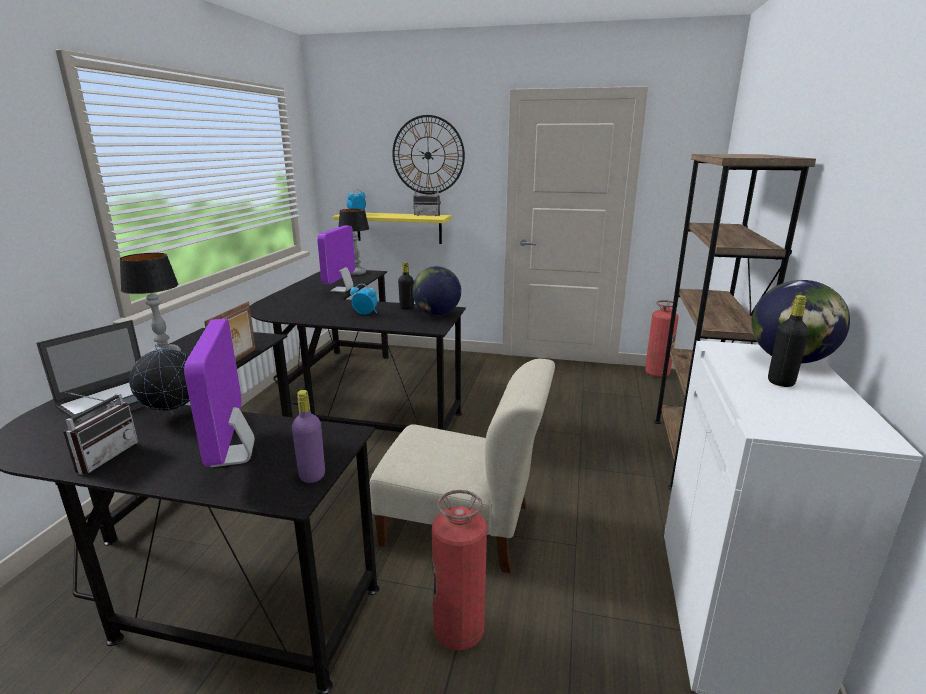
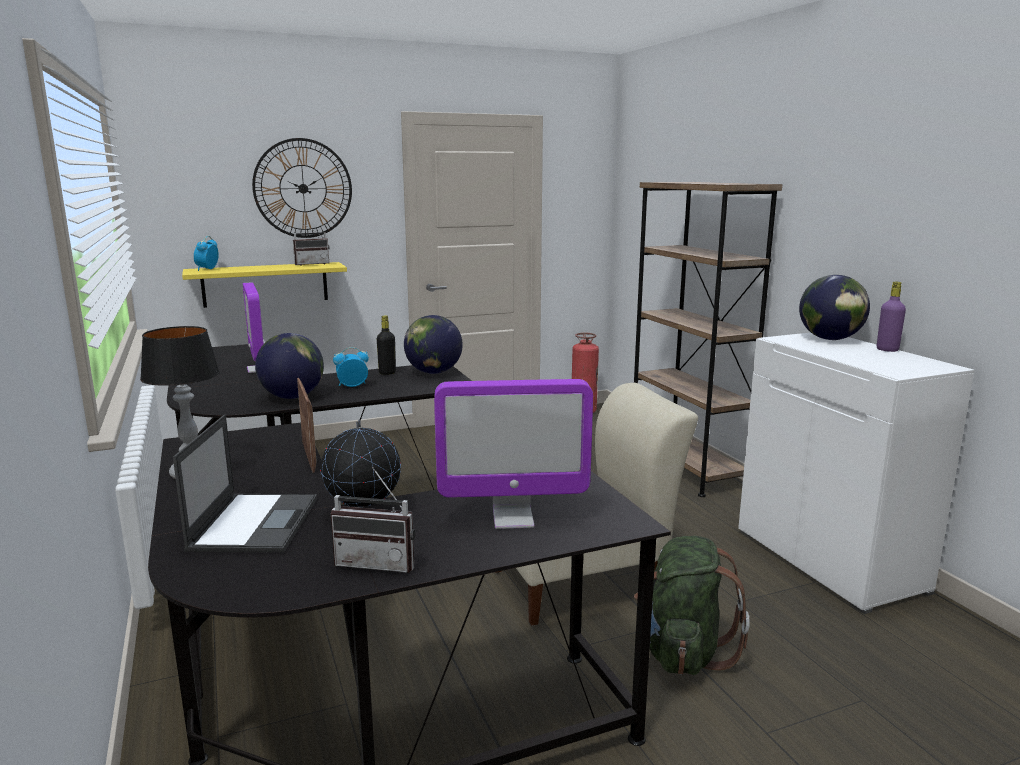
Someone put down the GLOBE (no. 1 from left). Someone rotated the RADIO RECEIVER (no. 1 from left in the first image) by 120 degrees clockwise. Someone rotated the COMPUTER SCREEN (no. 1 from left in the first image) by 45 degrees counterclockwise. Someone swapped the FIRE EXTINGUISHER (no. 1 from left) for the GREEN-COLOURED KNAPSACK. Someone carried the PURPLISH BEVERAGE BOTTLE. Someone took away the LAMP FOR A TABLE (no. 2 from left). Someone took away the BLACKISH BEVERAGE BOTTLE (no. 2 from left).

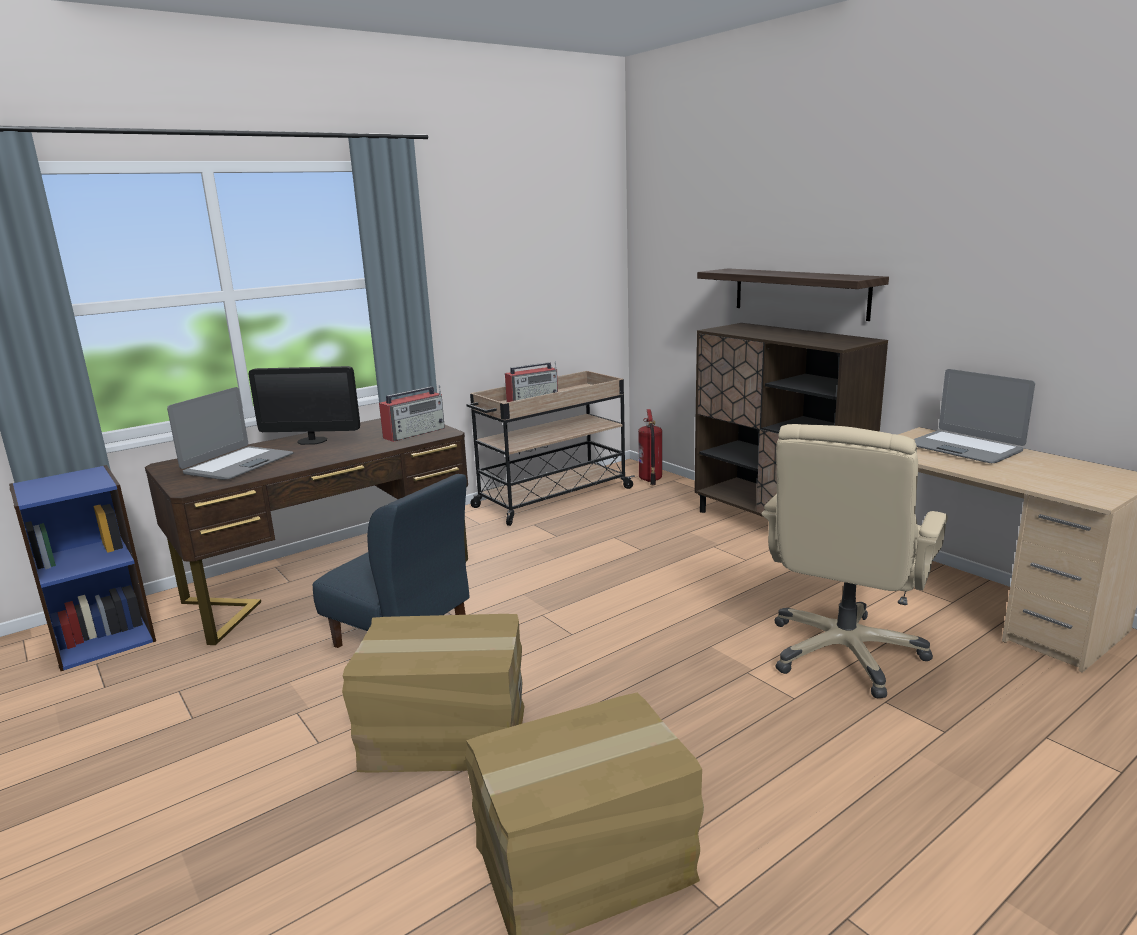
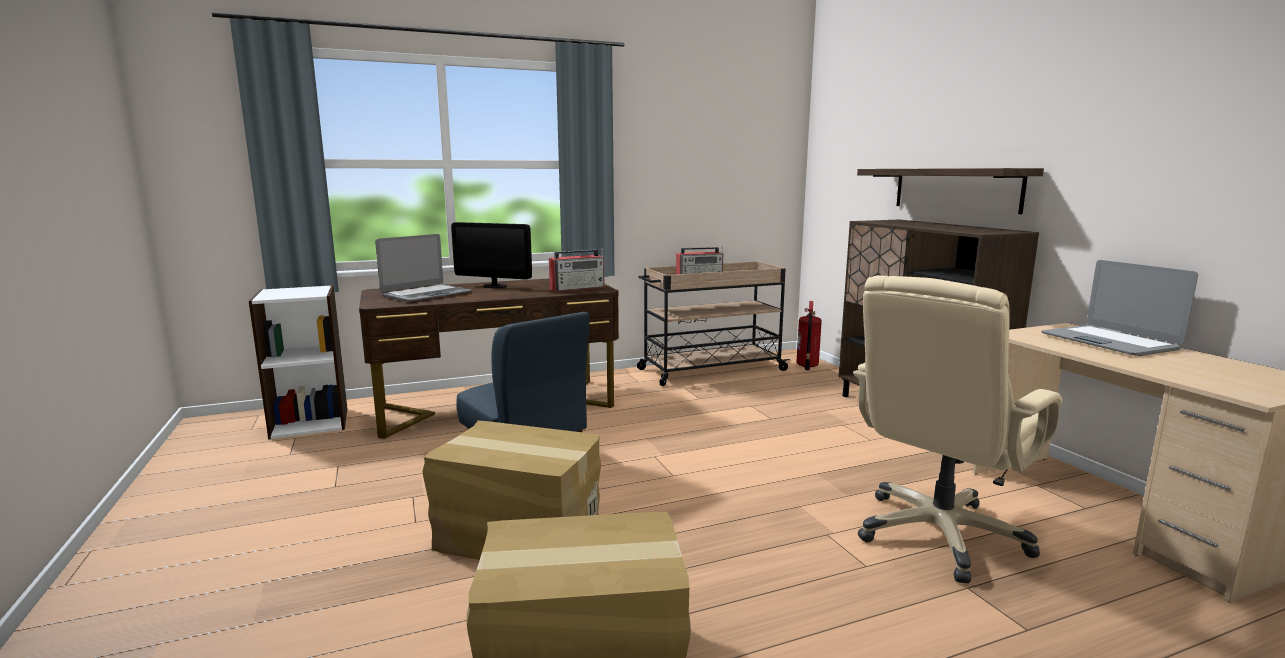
Someone repainted the BLUE SHELVING UNIT, which became the WHITE-COLOURED SHELVING UNIT.

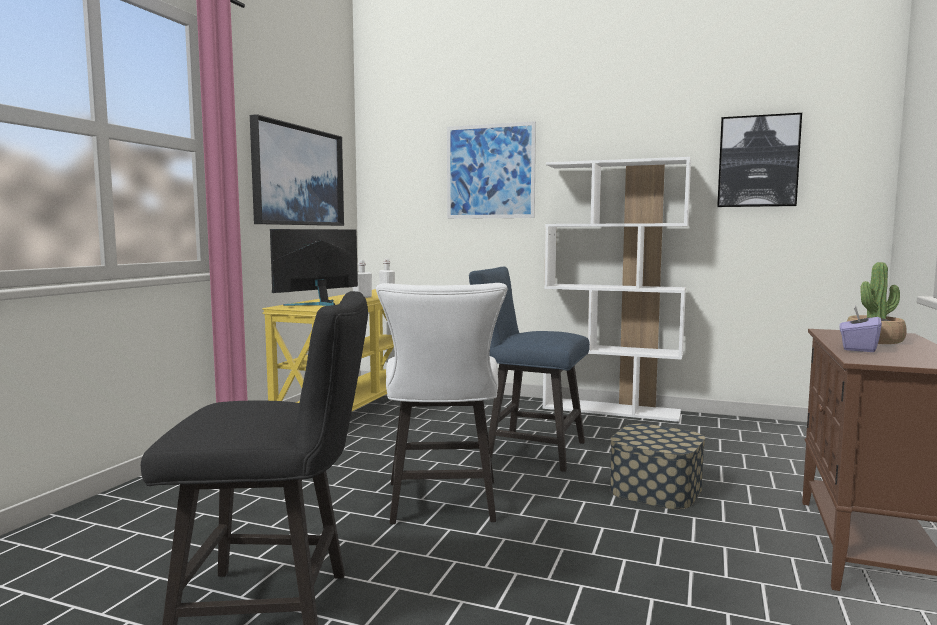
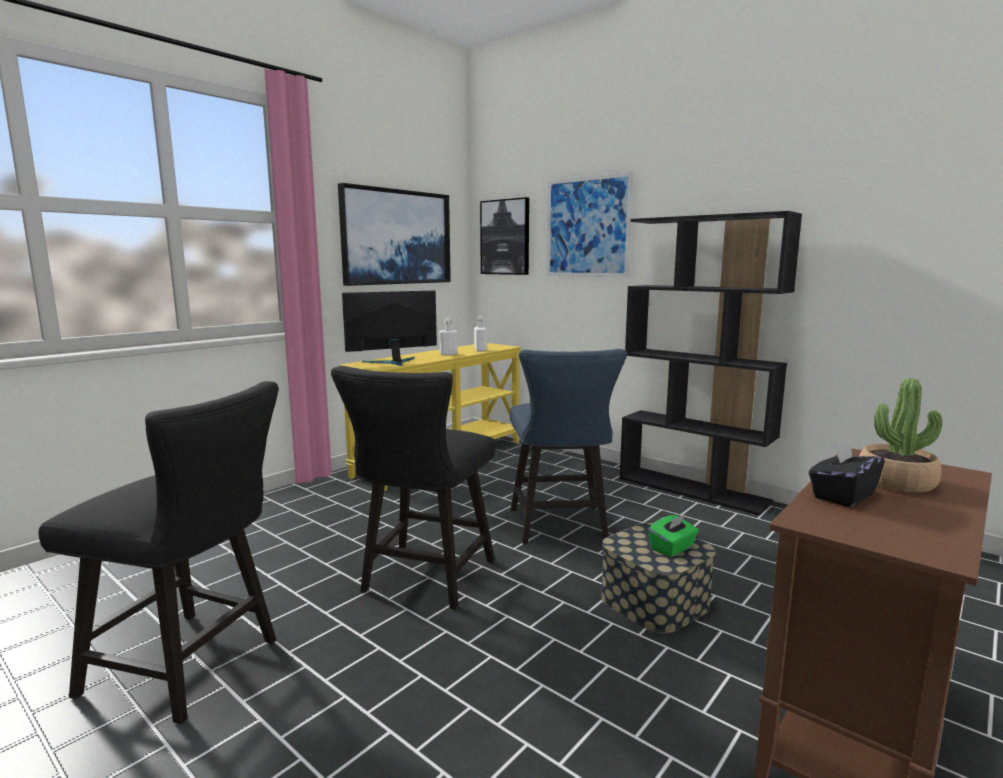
Someone repainted the WHITE-COLOURED CHAIR, which became the BLACKISH CHAIR (no. 2 from left). Someone carried the WALL PICTURE (no. 3 from left in the first image). Someone rotated the BLUE CHAIR by 135 degrees counterclockwise. Someone repainted the WHITE-COLOURED SHELVING UNIT, which became the BLACKISH SHELVING UNIT. Someone put down the GREEN-COLOURED TISSUE HOLDER. Someone repainted the PURPLISH TISSUE HOLDER, which became the BLACKISH TISSUE HOLDER.

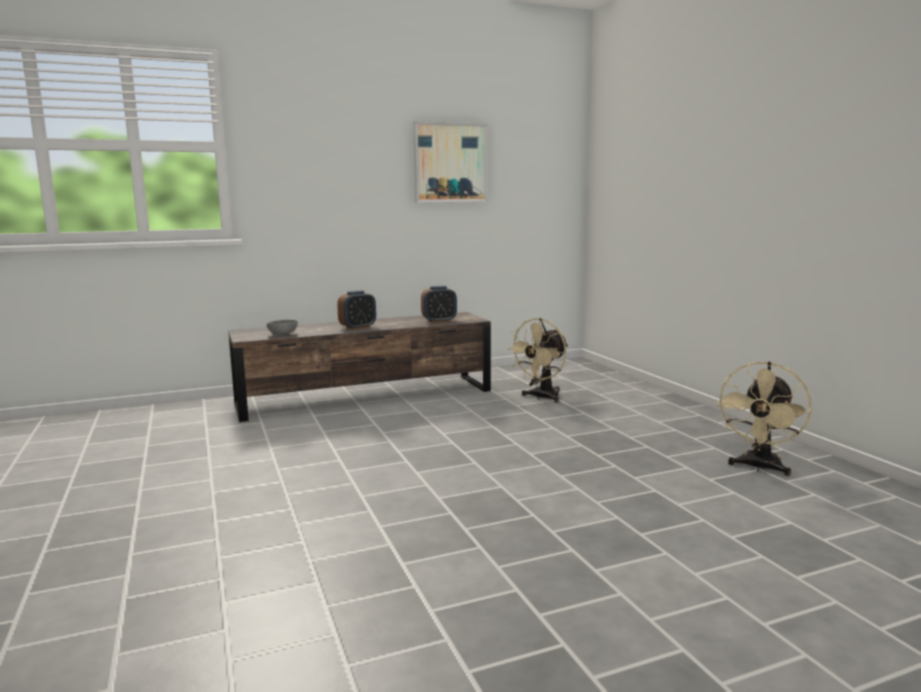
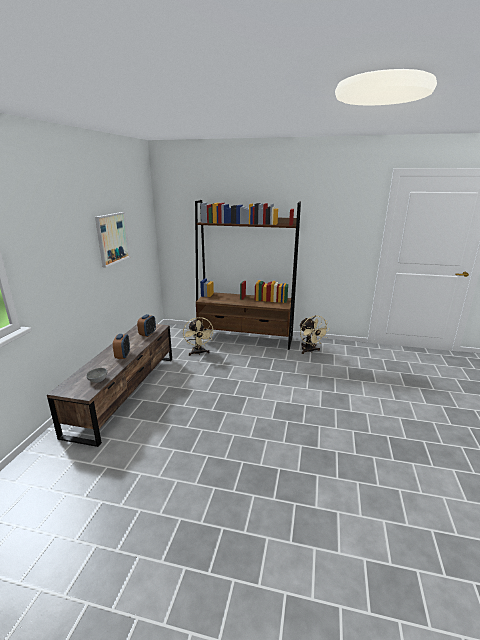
Someone put down the BROWNISH SHELVING UNIT.

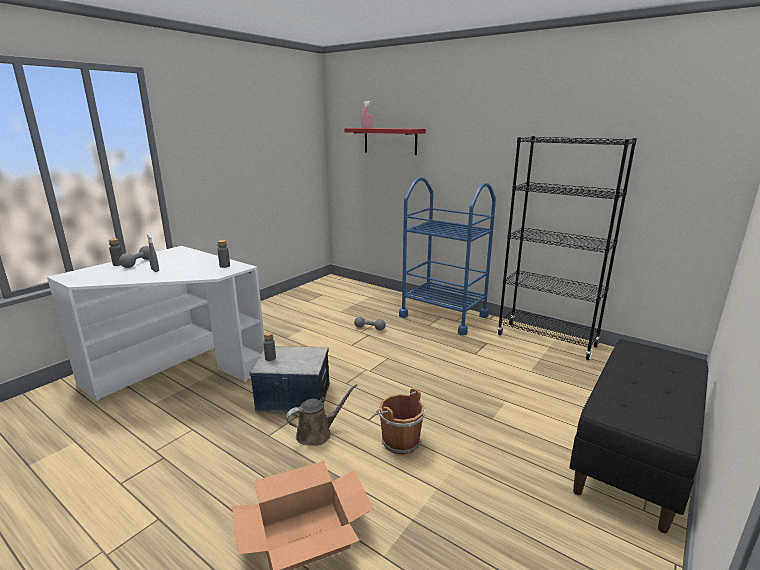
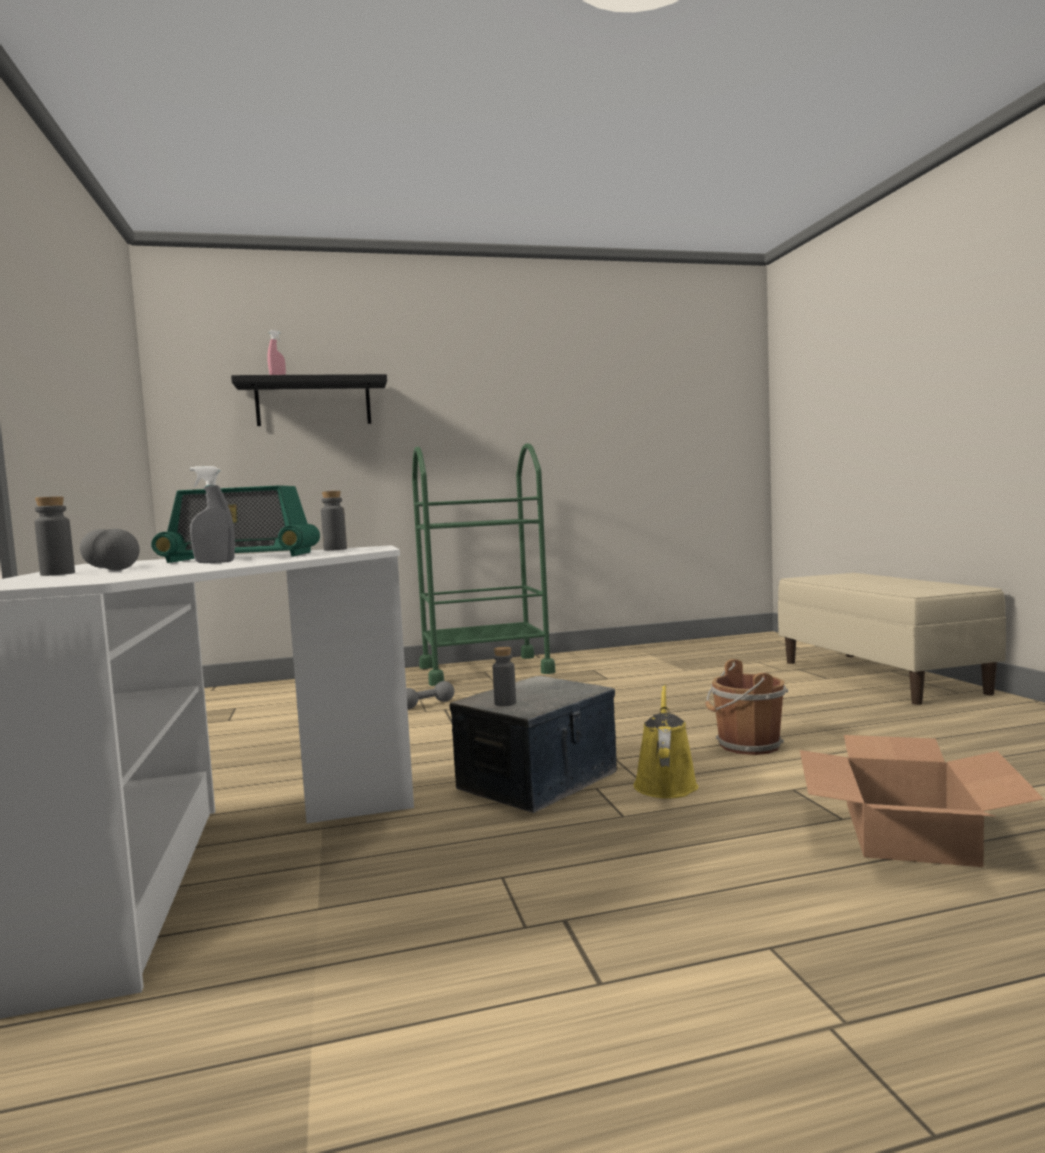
Someone put down the RADIO RECEIVER. Someone repainted the REDDISH BRACKET SHELF, which became the BLACKISH BRACKET SHELF. Someone repainted the BLUE CART, which became the GREEN-COLOURED CART. Someone repainted the BROWNISH WATERING POT, which became the YELLOWISH WATERING POT. Someone repainted the BLACKISH INDOOR BENCH, which became the BEIGE INDOOR BENCH. Someone took away the BLACKISH SHELVING UNIT.

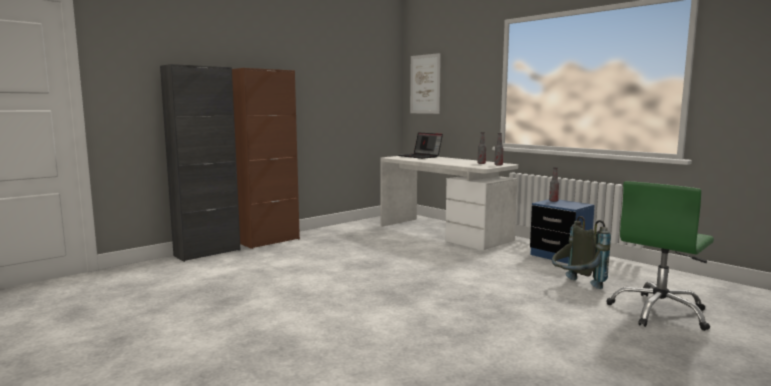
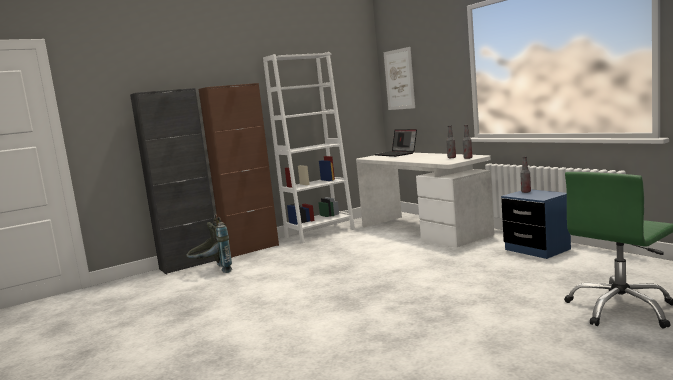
Someone carried the GREYISH KNAPSACK. Someone put down the WHITE-COLOURED SHELVING UNIT.

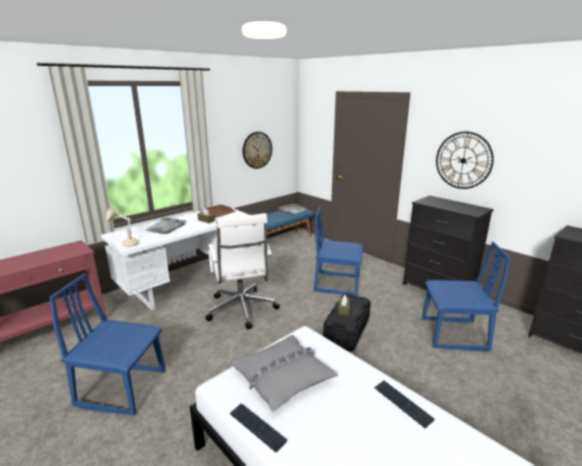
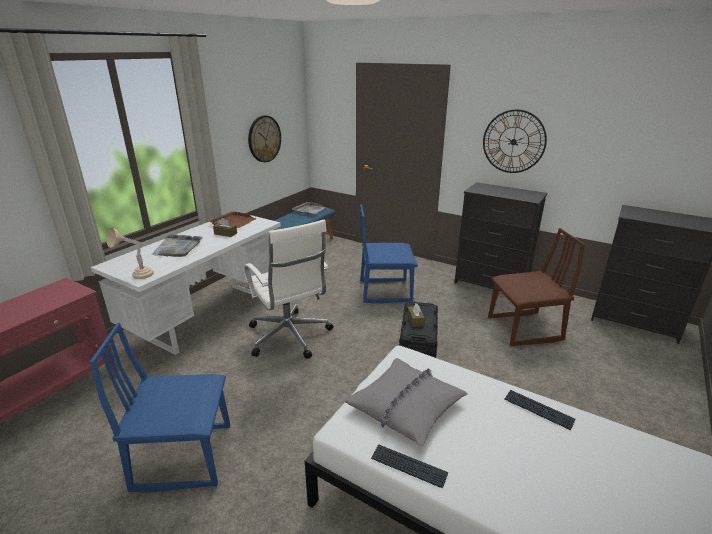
Someone repainted the BLUE CHAIR (no. 3 from left), which became the BROWNISH CHAIR.

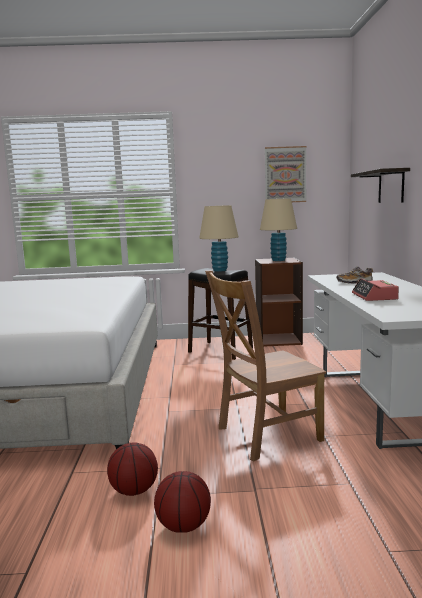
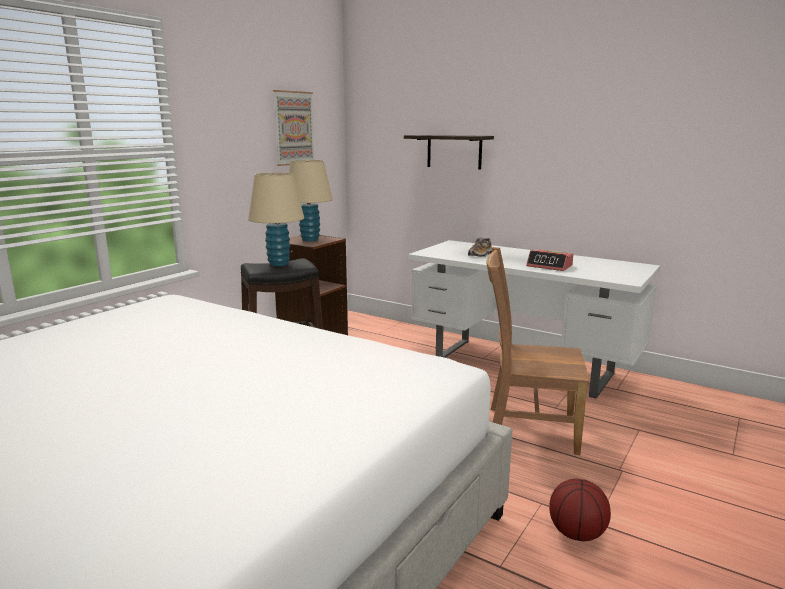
Someone rotated the BROWNISH CHAIR by 90 degrees clockwise. Someone took away the BASKETBALL BALL (no. 2 from left).

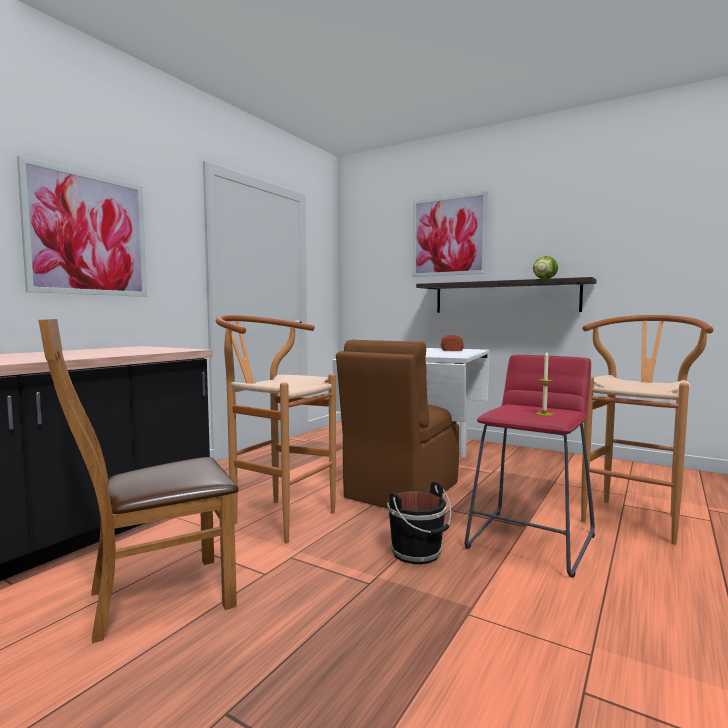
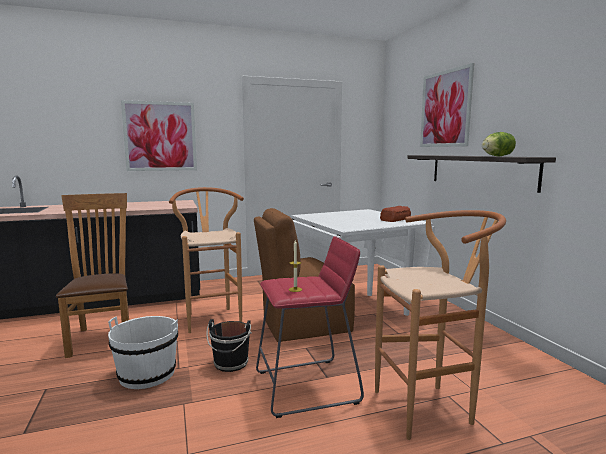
Someone rotated the BROWNISH CHAIR (no. 1 from left) by 60 degrees clockwise. Someone put down the WHITE-COLOURED PAIL.

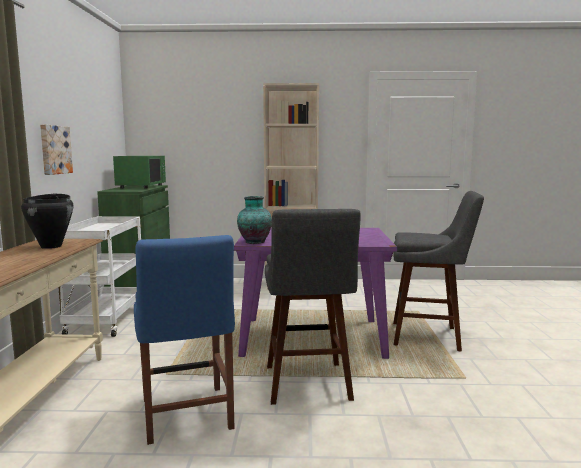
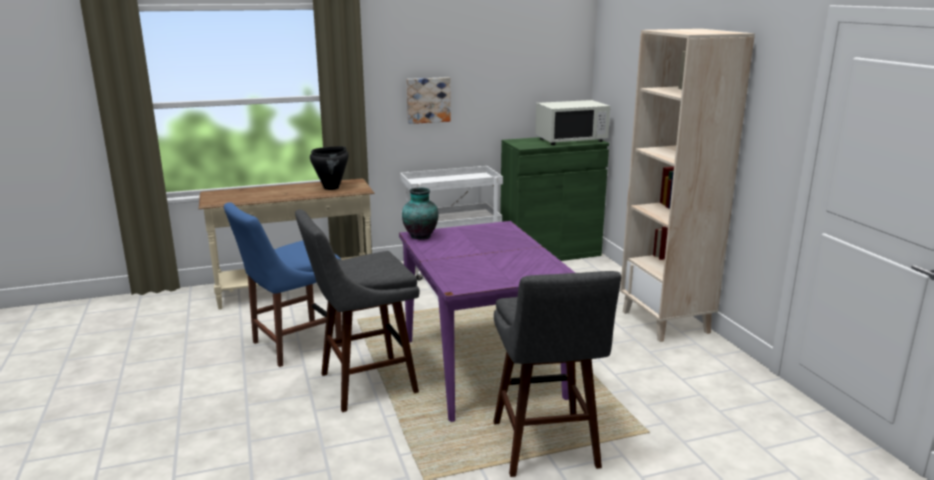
Someone repainted the GREEN-COLOURED KITCHEN MICROWAVE, which became the WHITE-COLOURED KITCHEN MICROWAVE.

